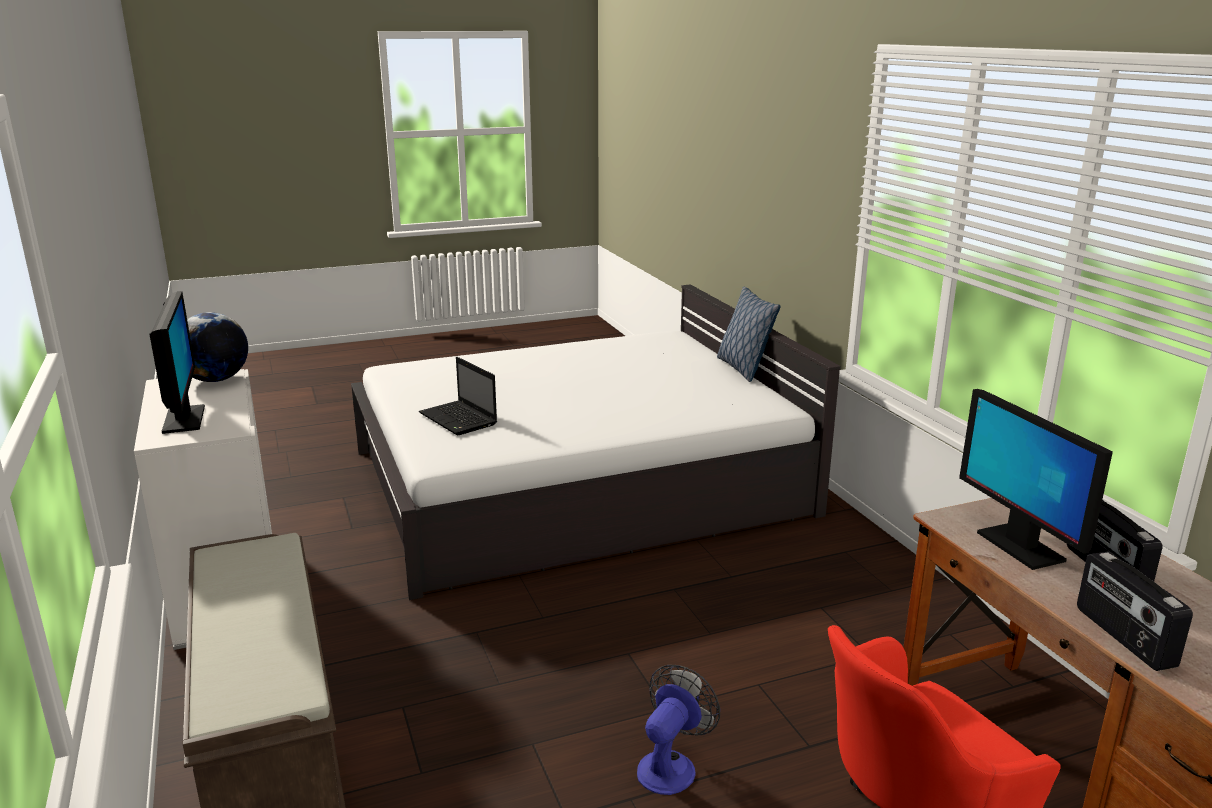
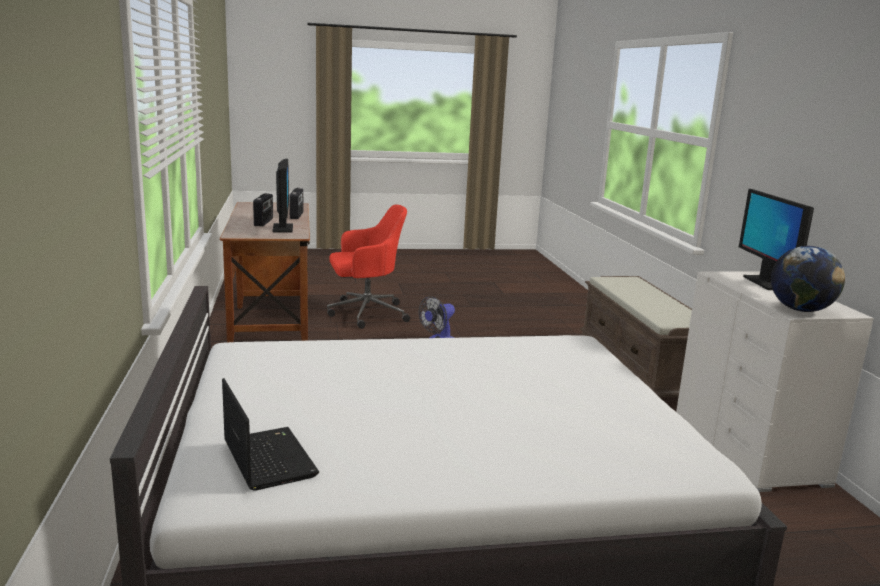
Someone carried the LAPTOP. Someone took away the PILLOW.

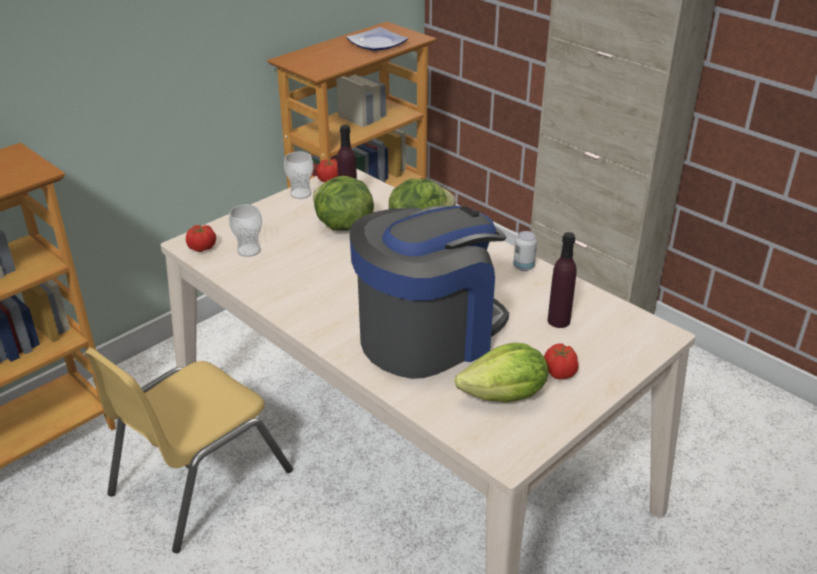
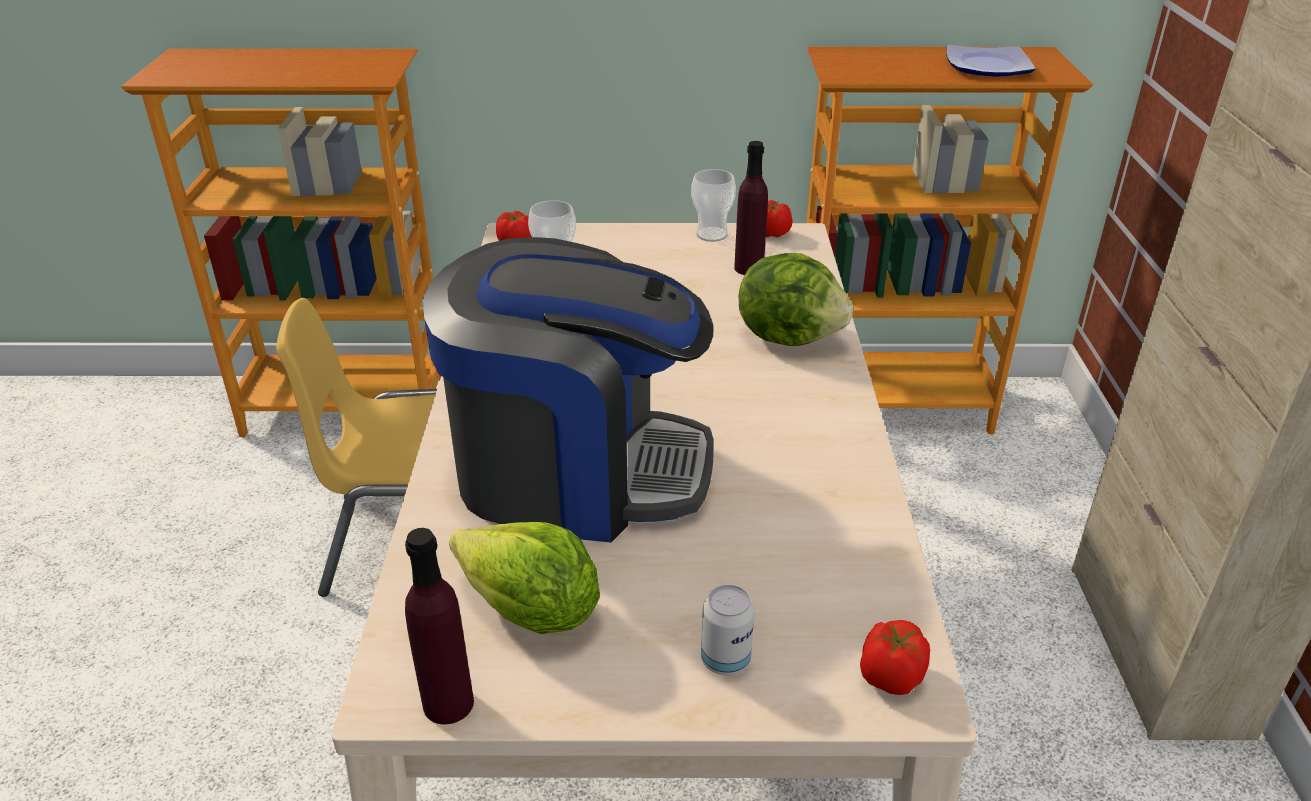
Someone carried the PURPLISH BEVERAGE BOTTLE (no. 2 from left in the first image). Someone carried the SEALED CAN. Someone carried the FRESH TOMATO (no. 3 from left). Someone took away the HEAD OF LETTUCE (no. 1 from left).

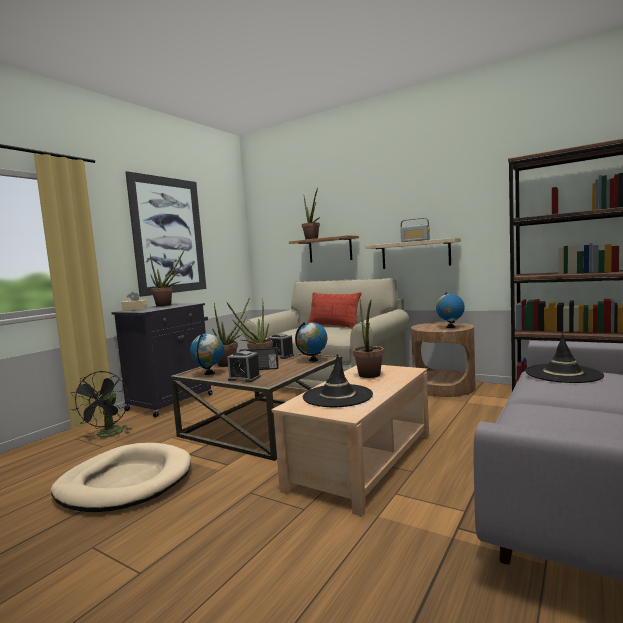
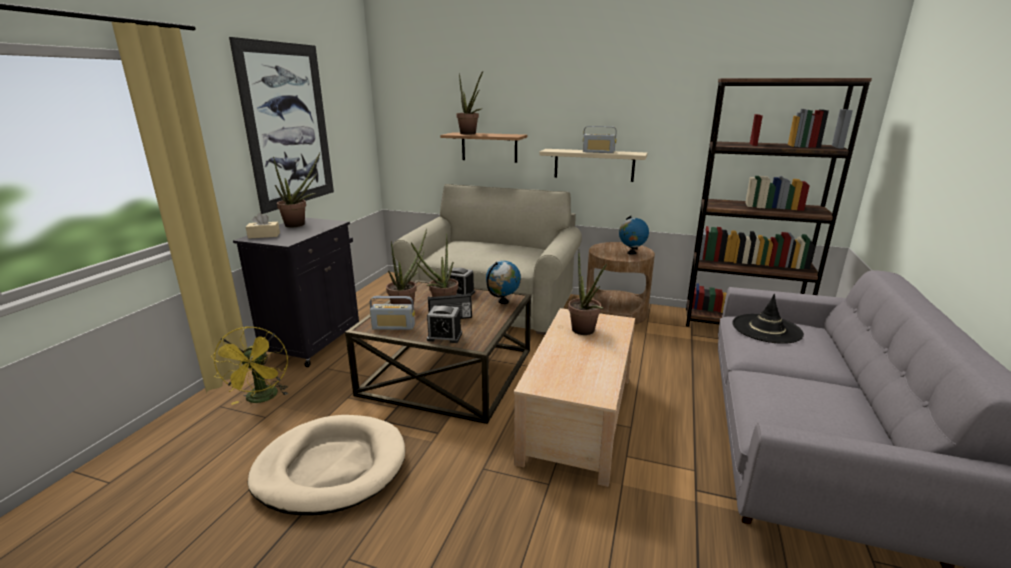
Someone repainted the BLACKISH ELECTRIC FAN, which became the YELLOWISH ELECTRIC FAN. Someone swapped the GLOBE (no. 1 from left) for the RADIO RECEIVER (no. 1 from left). Someone took away the BLACKISH HAT (no. 1 from left). Someone took away the PILLOW.

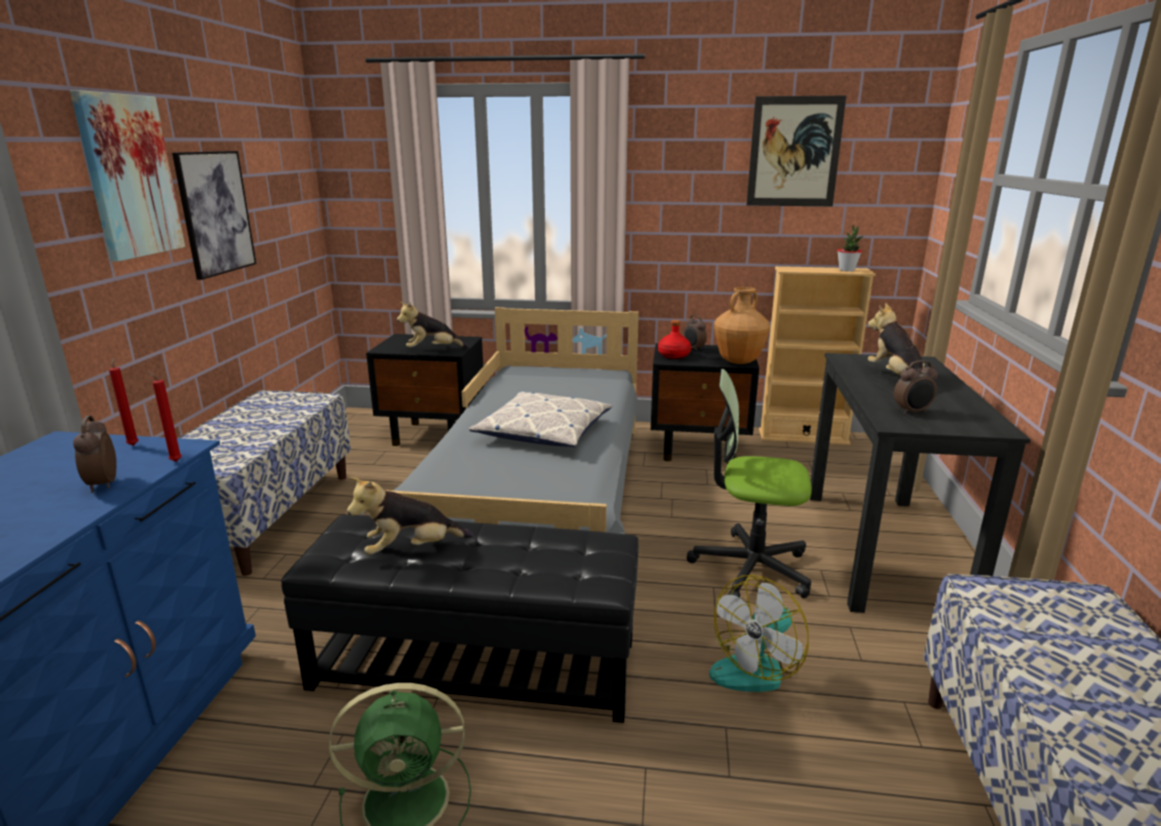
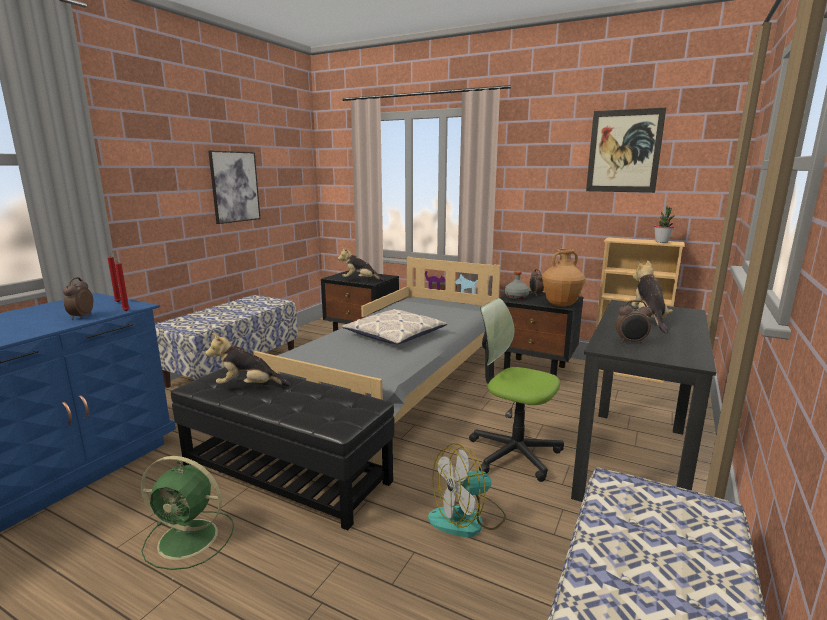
Someone repainted the REDDISH BEVERAGE BOTTLE, which became the GREYISH BEVERAGE BOTTLE. Someone took away the WALL PICTURE (no. 1 from left).

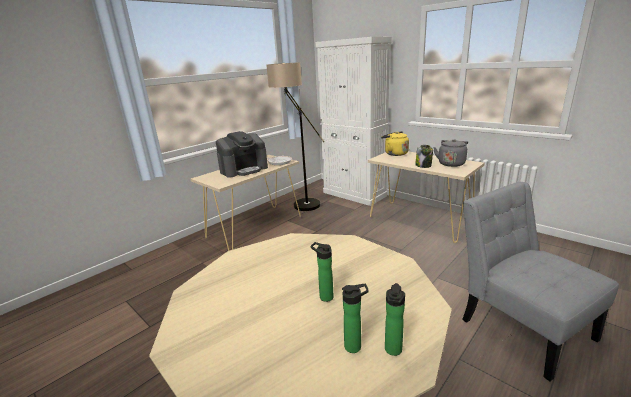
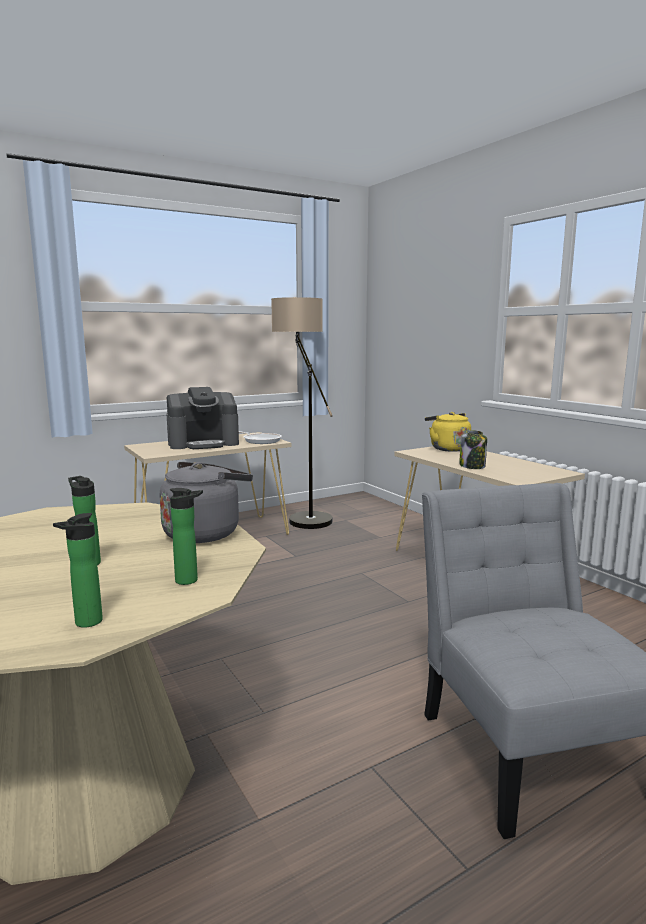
Someone carried the GREYISH KETTLE. Someone carried the BEVERAGE BOTTLE (no. 2 from left in the first image). Someone took away the WHITE-COLOURED CABINET.

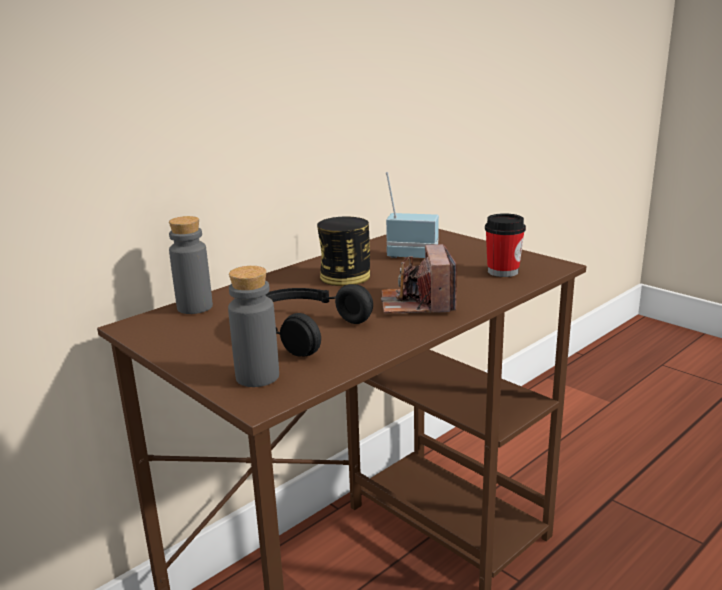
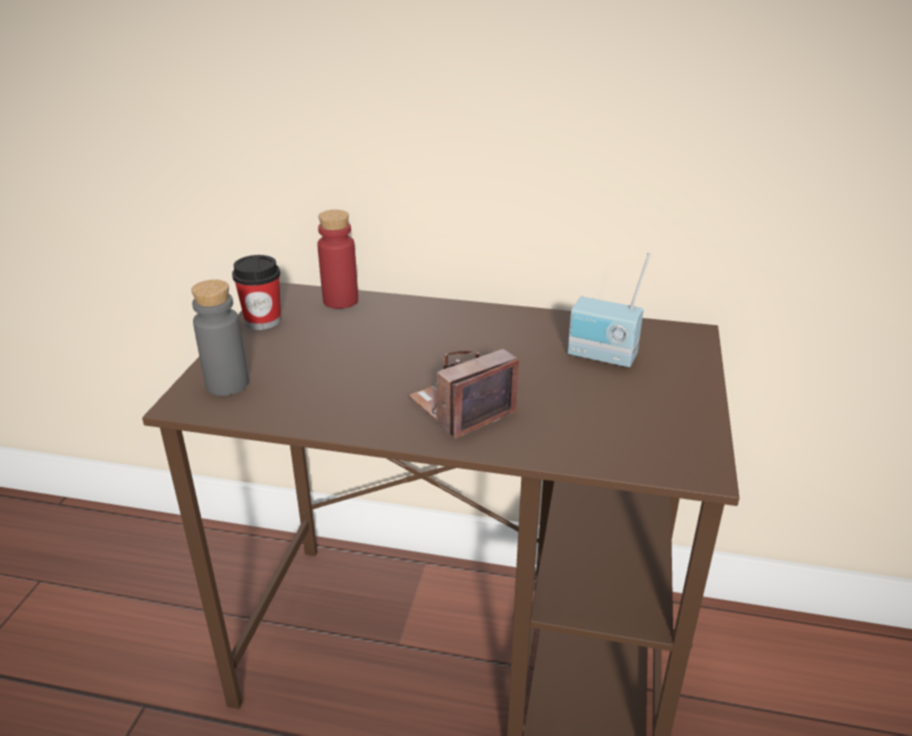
Someone carried the CUP. Someone repainted the GREYISH BEVERAGE BOTTLE (no. 1 from left), which became the REDDISH BEVERAGE BOTTLE. Someone rotated the RADIO RECEIVER by 135 degrees clockwise. Someone took away the BLACKISH PAIR OF HEADPHONES. Someone took away the SEALED CAN.

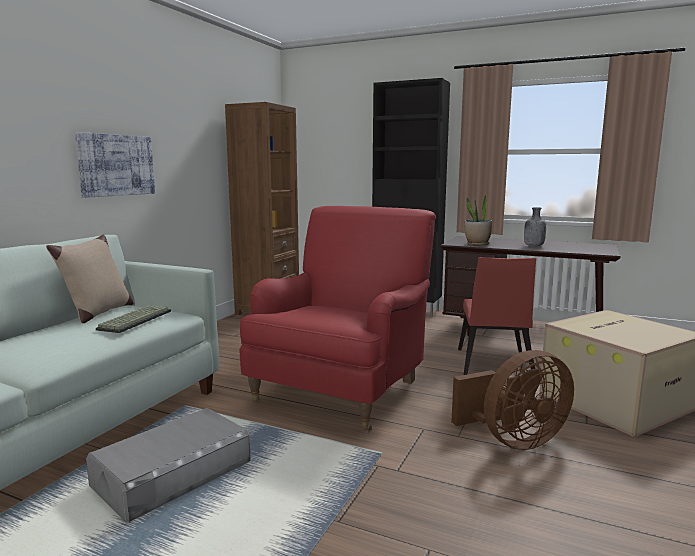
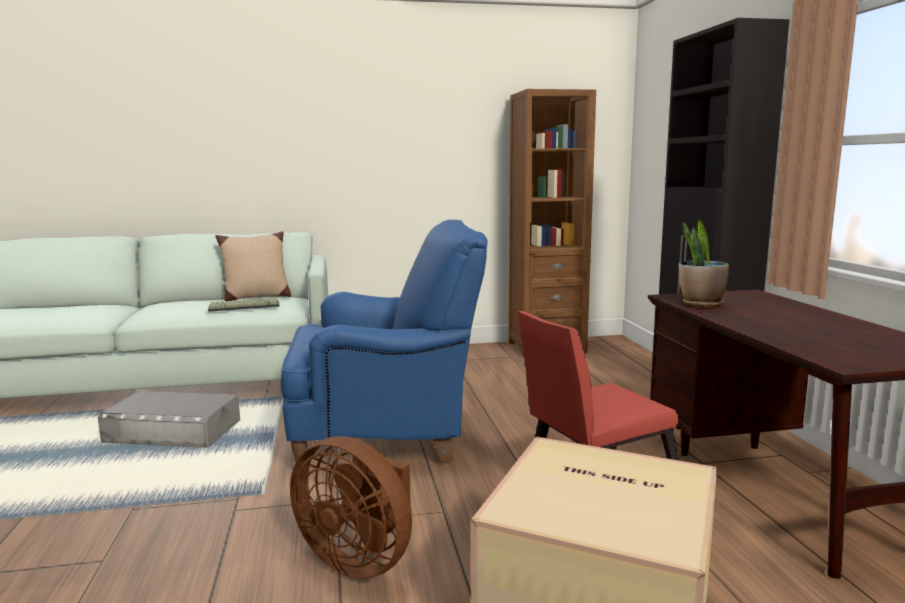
Someone repainted the REDDISH EASY CHAIR, which became the BLUE EASY CHAIR. Someone took away the WALL PICTURE. Someone took away the GREYISH BEVERAGE BOTTLE.

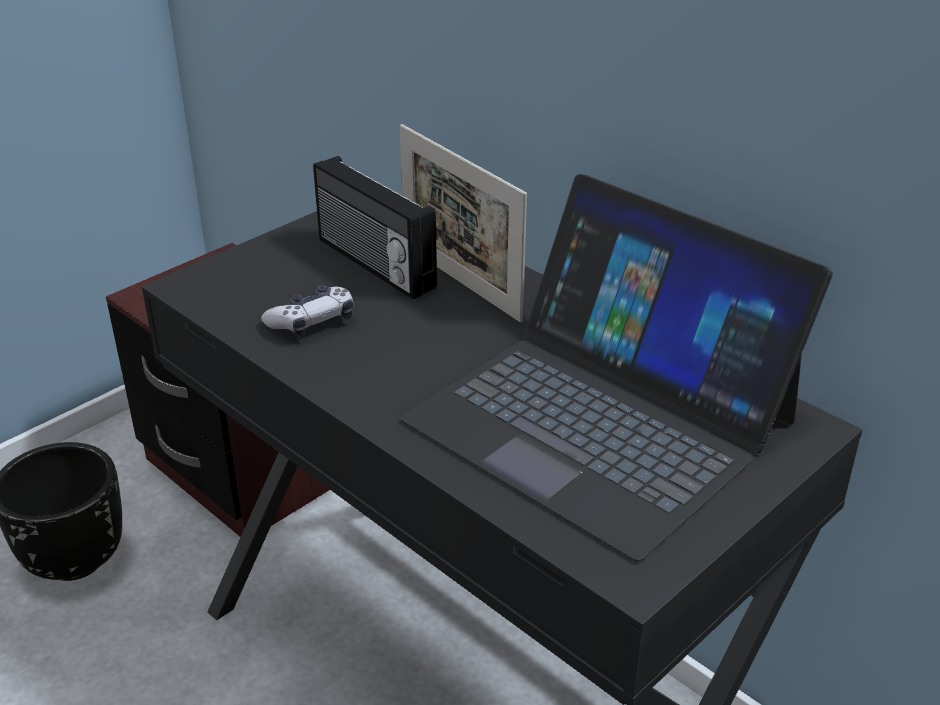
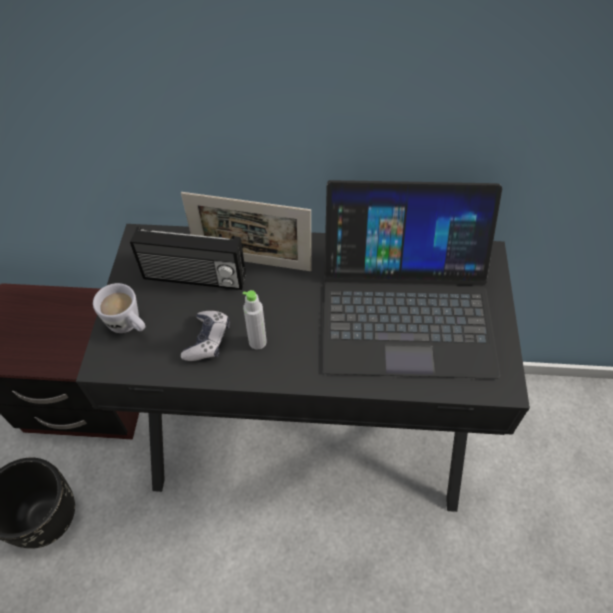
Someone put down the WHITE-COLOURED TEA MUG. Someone put down the GREYISH BEVERAGE BOTTLE.

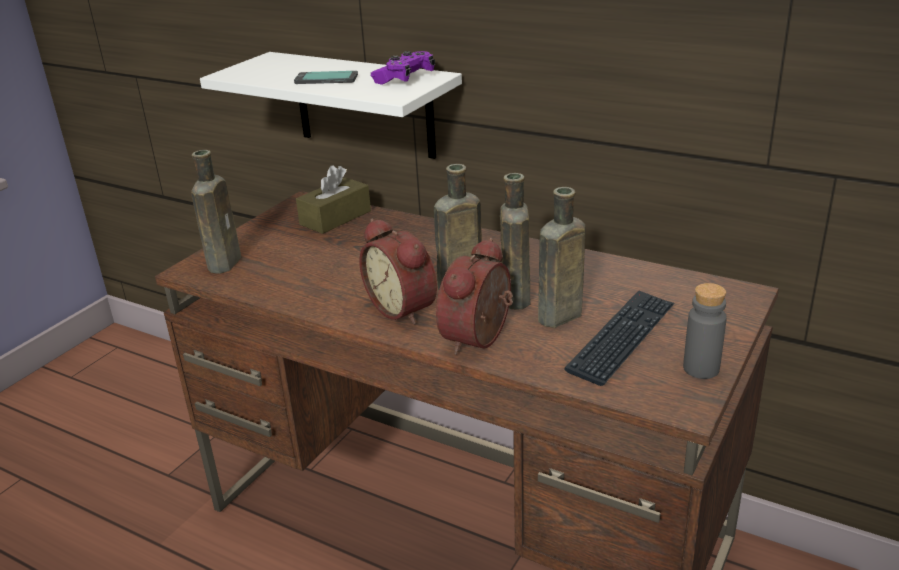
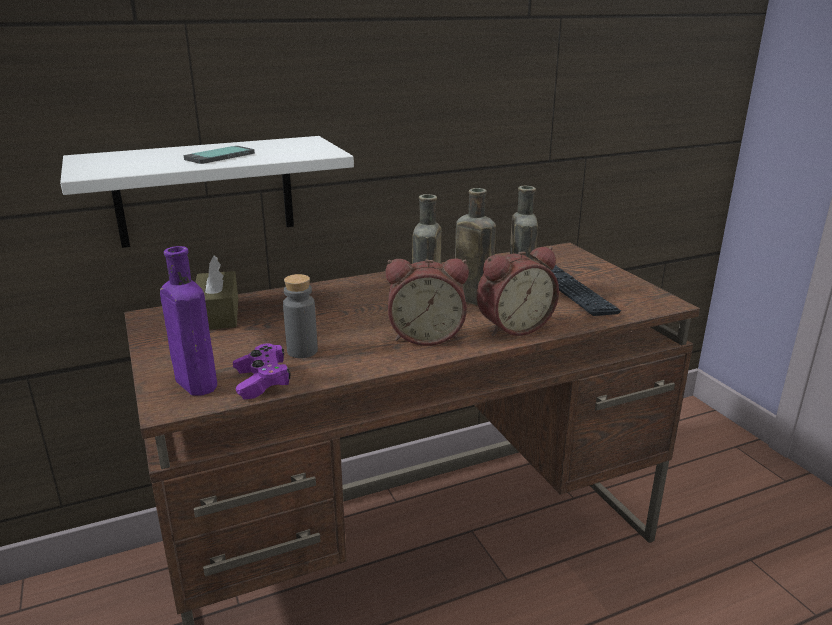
Someone repainted the BROWNISH BEVERAGE BOTTLE (no. 1 from left), which became the PURPLISH BEVERAGE BOTTLE. Someone carried the PURPLISH GAME CONTROLLER. Someone carried the GREYISH BEVERAGE BOTTLE. Someone rotated the TABLE CLOCK (no. 2 from left) by 90 degrees counterclockwise.

